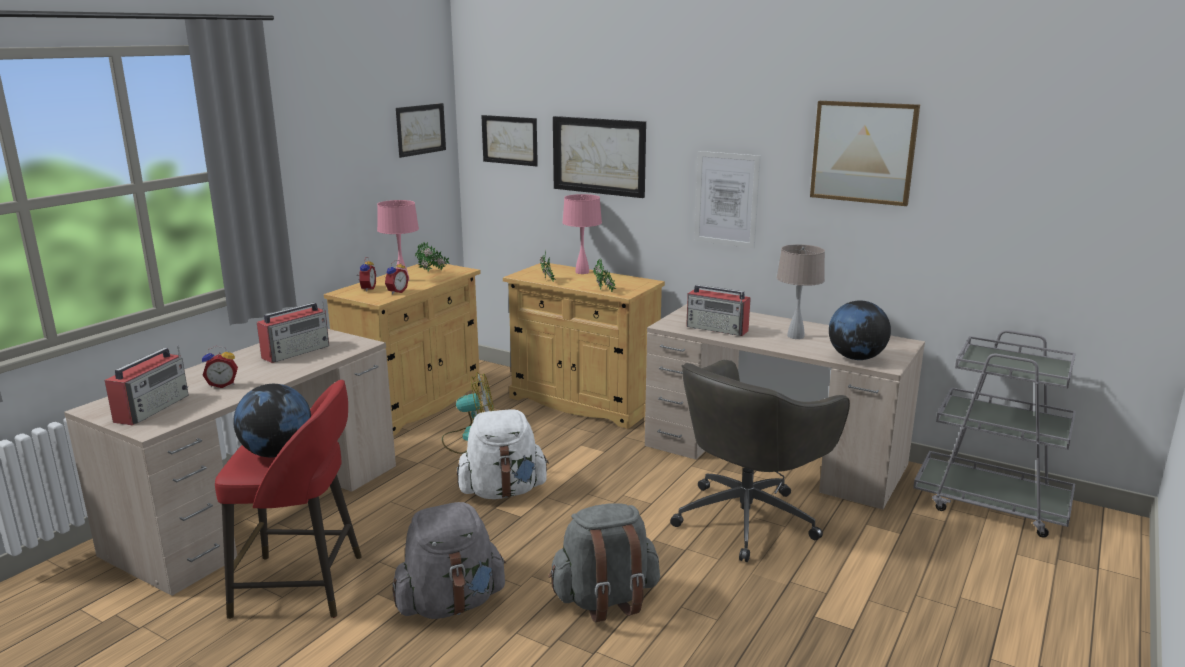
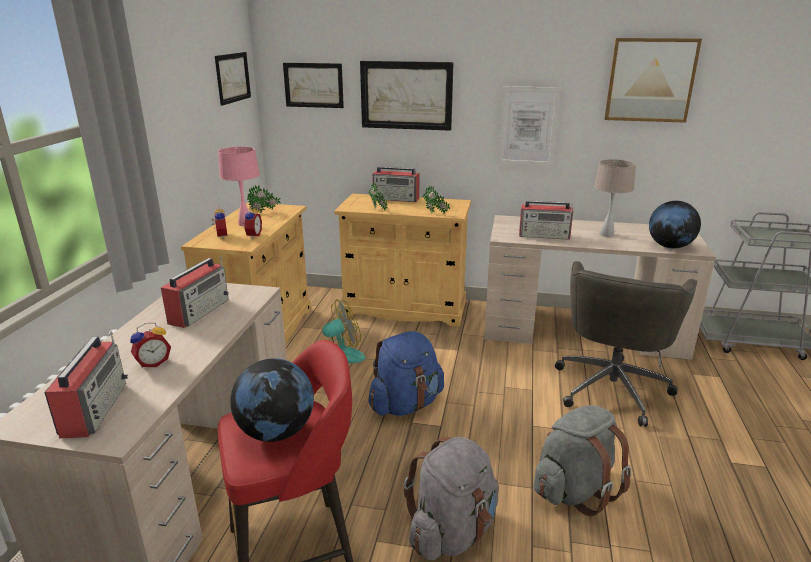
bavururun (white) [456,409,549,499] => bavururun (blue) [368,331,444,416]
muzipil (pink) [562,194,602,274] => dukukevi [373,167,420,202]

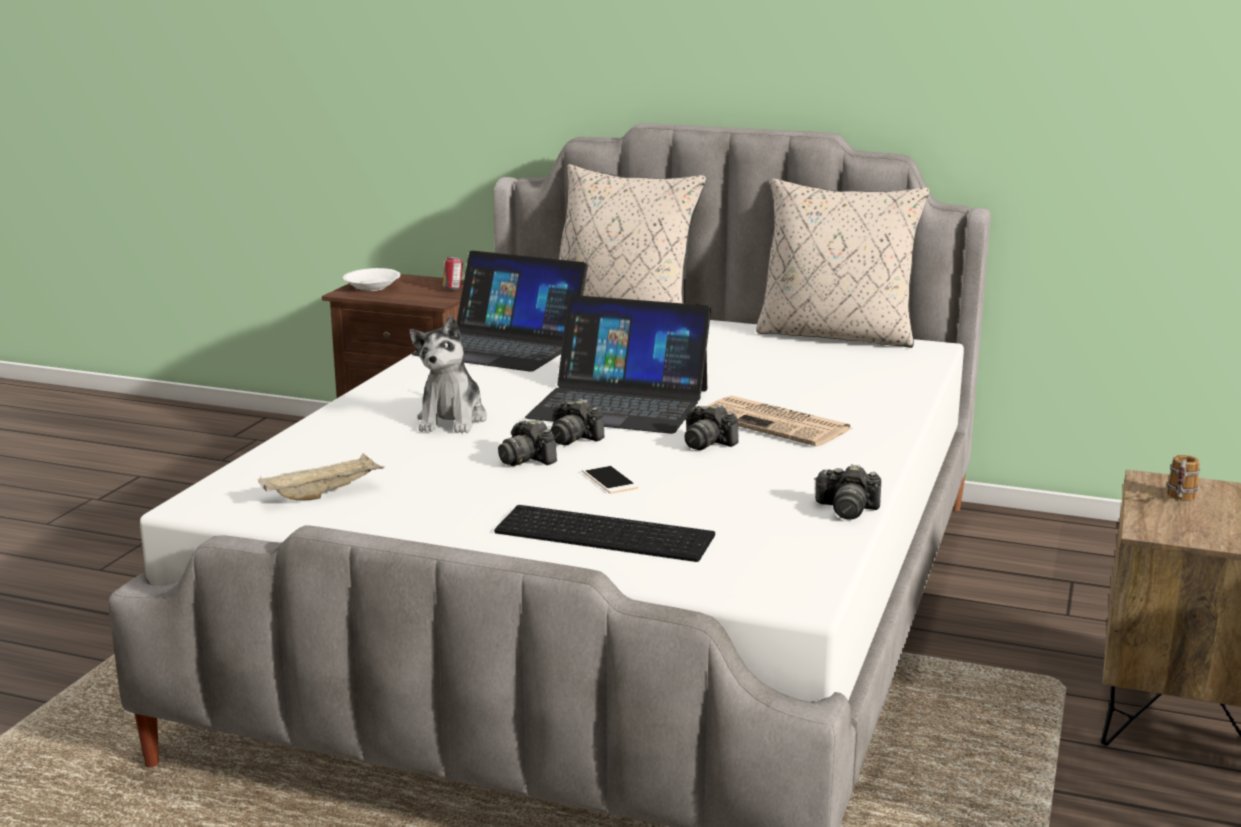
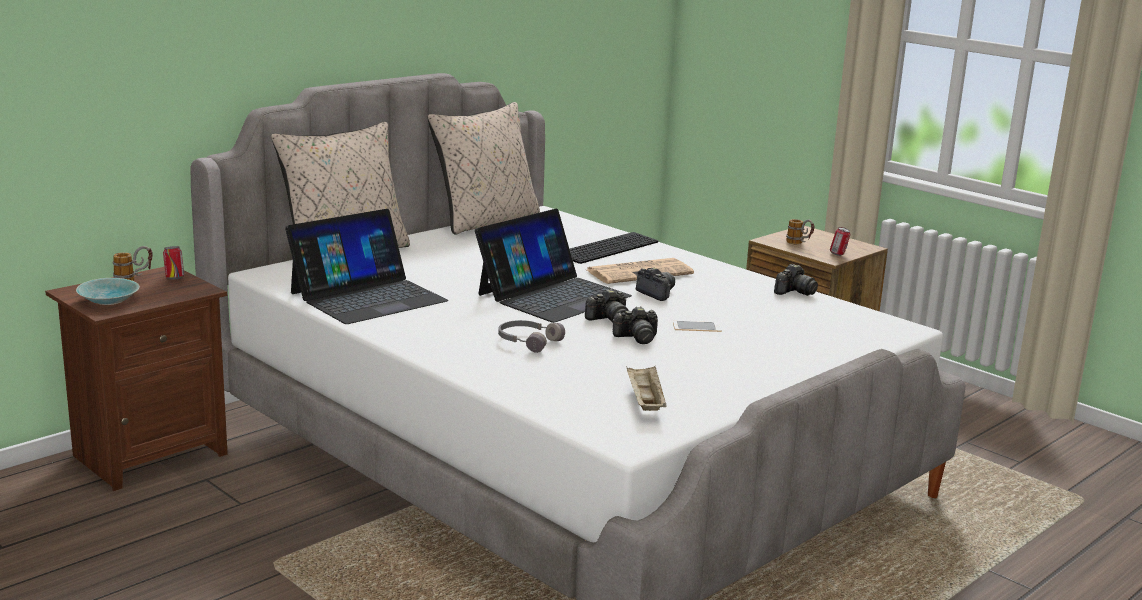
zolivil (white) [343,268,400,291] => zolivil (turquoise) [76,278,140,305]
nothing => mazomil [113,246,153,281]
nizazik [410,316,487,433] => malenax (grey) [498,320,565,353]
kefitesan [494,505,715,562] => kefitesan [570,232,658,264], move
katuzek [685,403,739,450] => katuzek [636,267,675,301], 105 degrees counterclockwise
nothing => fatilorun [830,227,851,256]

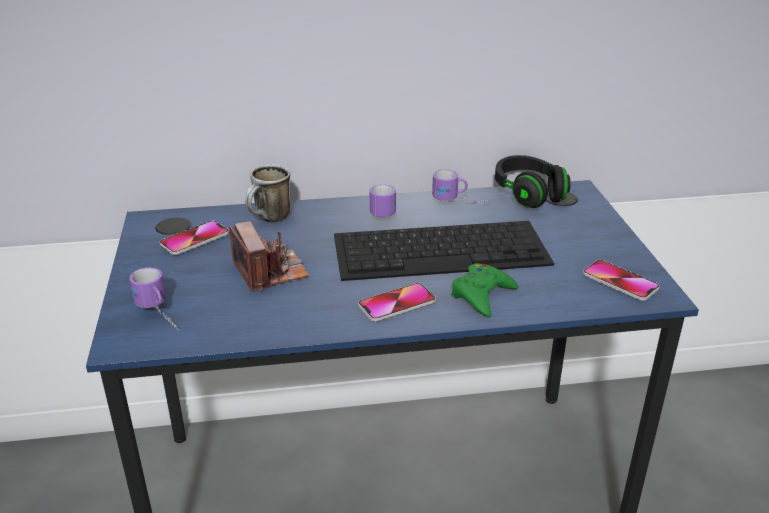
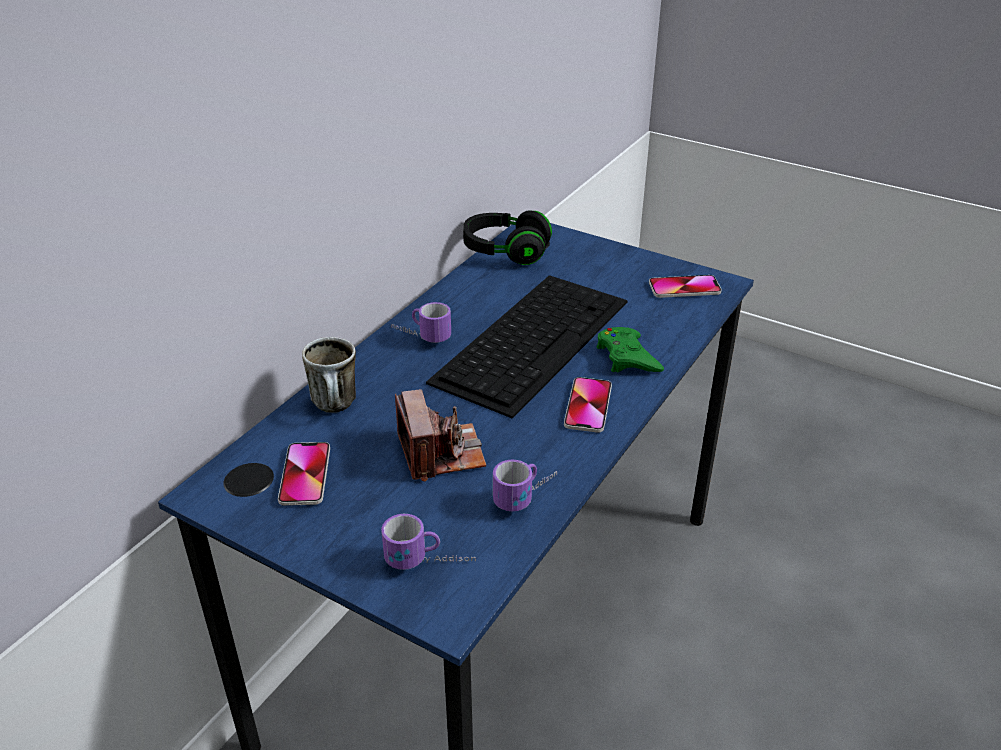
katuzek [229,221,309,291] => katuzek [395,389,486,482], 60 degrees clockwise
mazomil [432,169,488,204] => mazomil [493,460,557,511], move

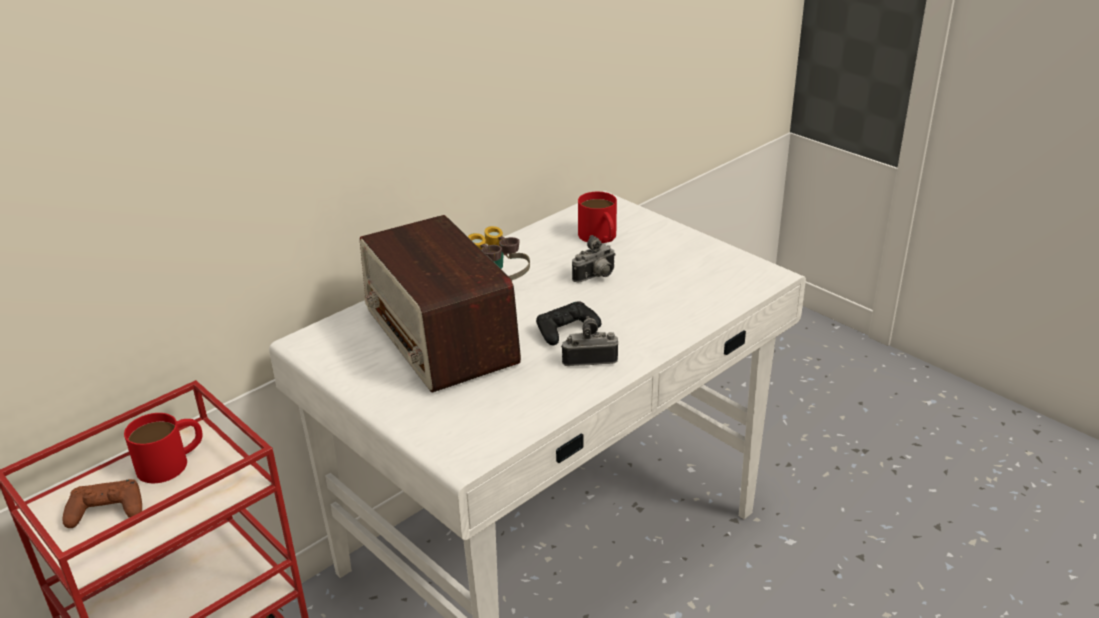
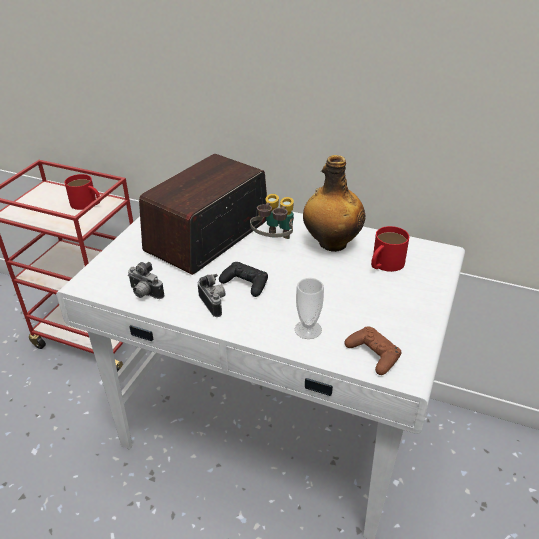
katuzek [572,235,616,282] => katuzek [128,262,164,299], move
nothing => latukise [295,278,324,339]
nothing => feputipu [303,155,365,252]
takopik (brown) [62,479,142,528] => takopik (brown) [345,326,402,375], move

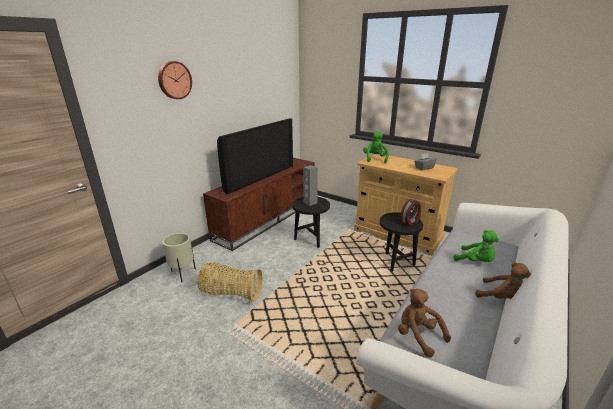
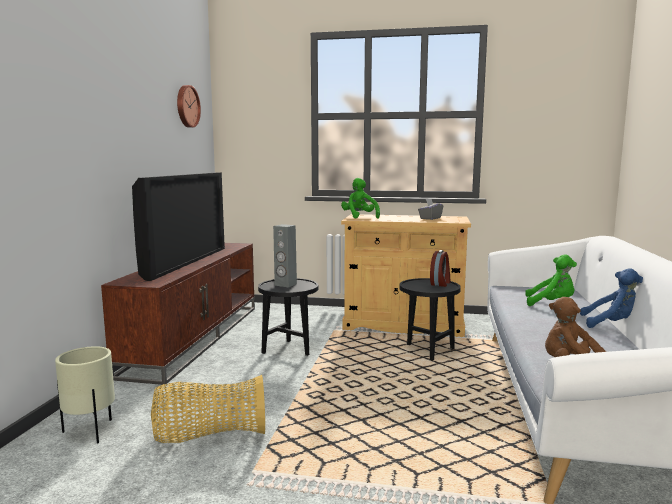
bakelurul [158,61,192,99] => bakelurul [177,85,201,128], move
nizazik (brown) [476,263,531,299] => nizazik (blue) [580,268,643,328]

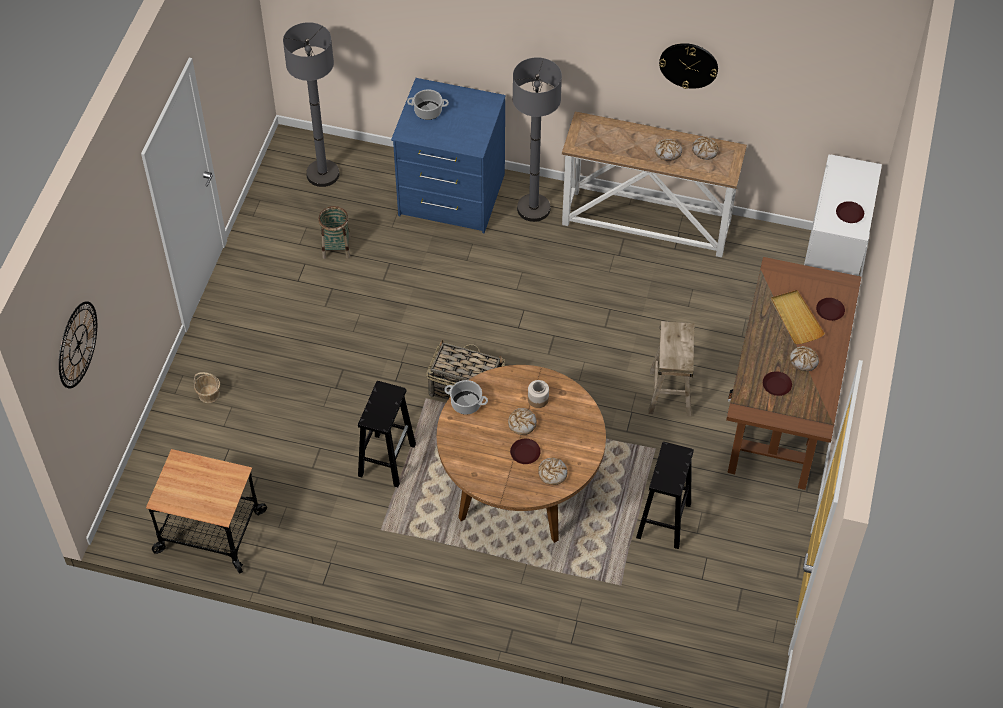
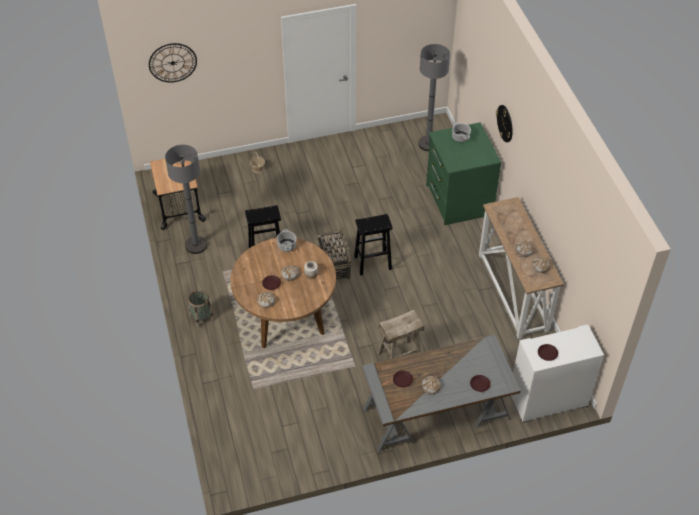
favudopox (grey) [512,57,562,222] => favudopox (grey) [165,145,207,254], move
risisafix [318,206,351,259] => risisafix [188,290,214,328], move
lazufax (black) [636,442,694,549] => lazufax (black) [354,214,393,276], move
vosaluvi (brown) [726,257,861,490] => vosaluvi (grey) [363,335,521,453]
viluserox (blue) [391,78,506,233] => viluserox (green) [426,122,501,225]
bakelurul [659,43,718,89] => bakelurul [496,105,513,142], move
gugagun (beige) [771,290,825,344] => nothing

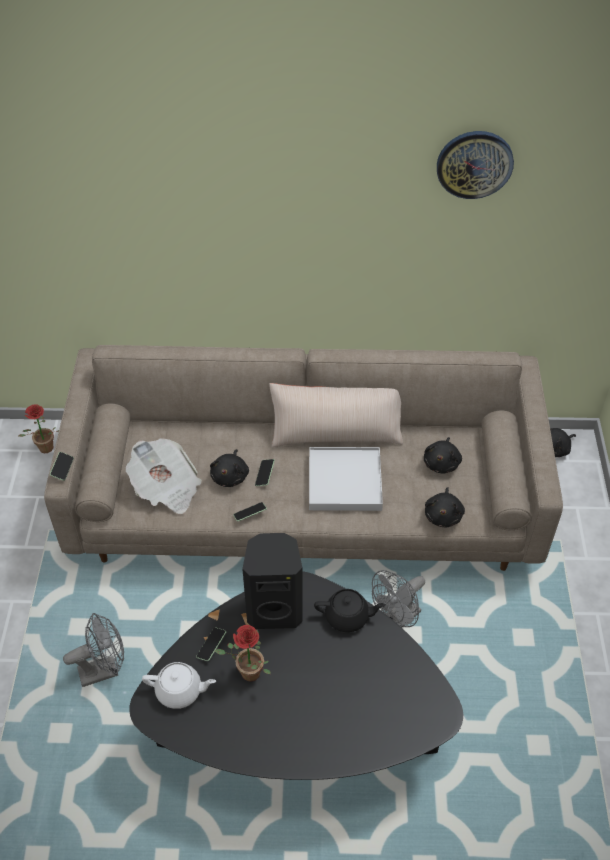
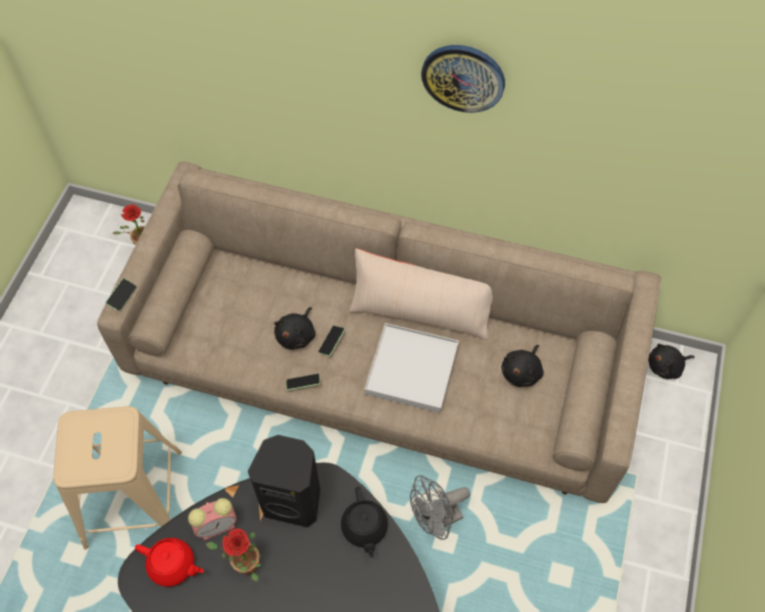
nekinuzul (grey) [63,613,124,687] => lazufax (beige) [53,406,182,550]
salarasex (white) [142,662,216,709] => salarasex (red) [135,538,204,587]
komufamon [196,627,226,661] => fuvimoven [188,498,237,540]
salarasex (black) [314,589,386,632] => salarasex (black) [341,487,388,558], 60 degrees clockwise
bakelurul [437,131,514,199] => bakelurul [421,45,505,113], move
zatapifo [126,438,202,514] => nothing
nizazik (black) [425,487,465,527] => nothing

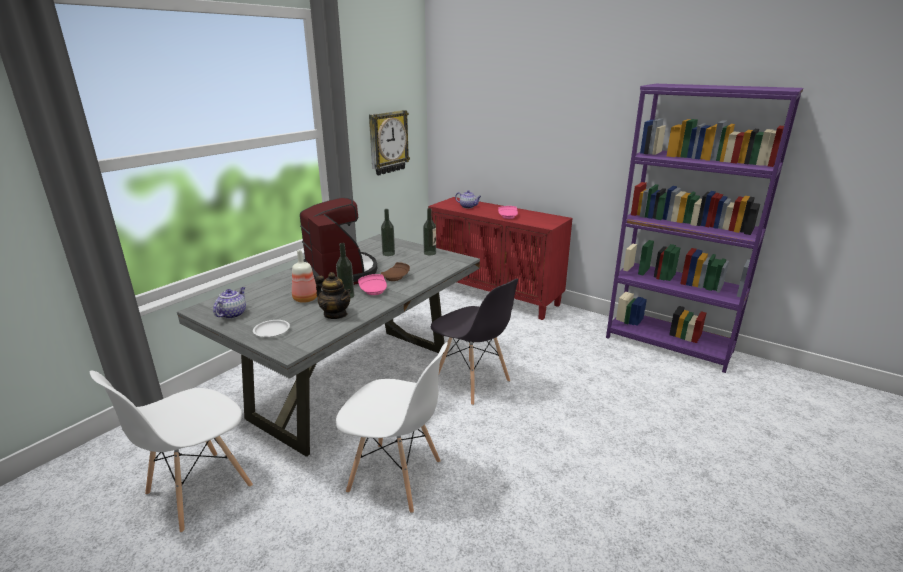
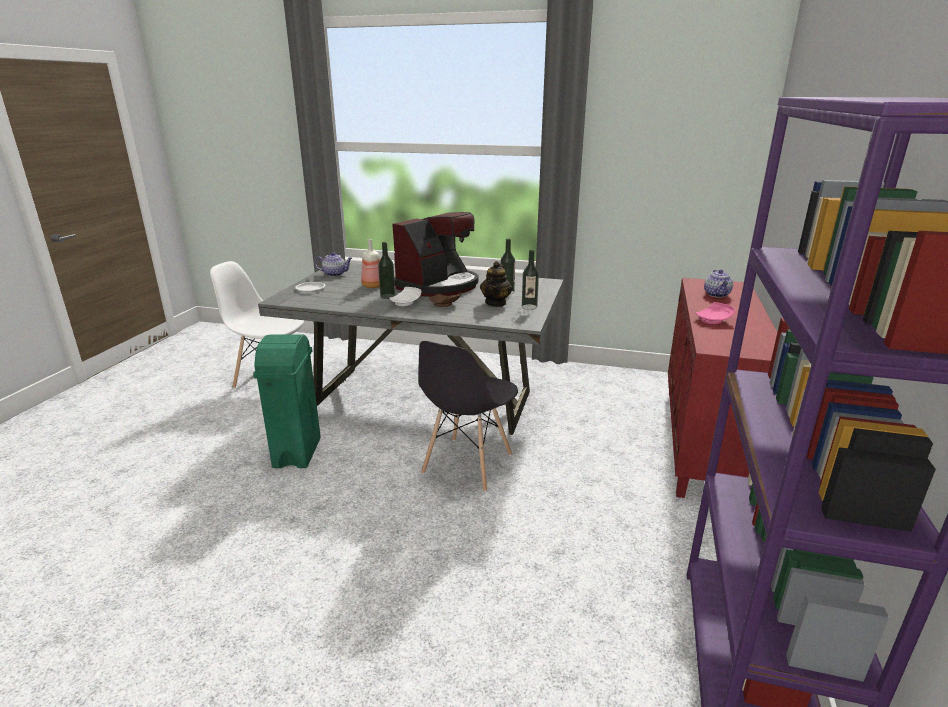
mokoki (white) [336,342,448,513] => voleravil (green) [253,335,321,468]
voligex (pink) [358,274,387,295] => voligex (white) [390,287,421,306]
salarasex [315,272,351,319] => salarasex [480,261,512,307], move
bakelurul [369,110,410,175] => nothing

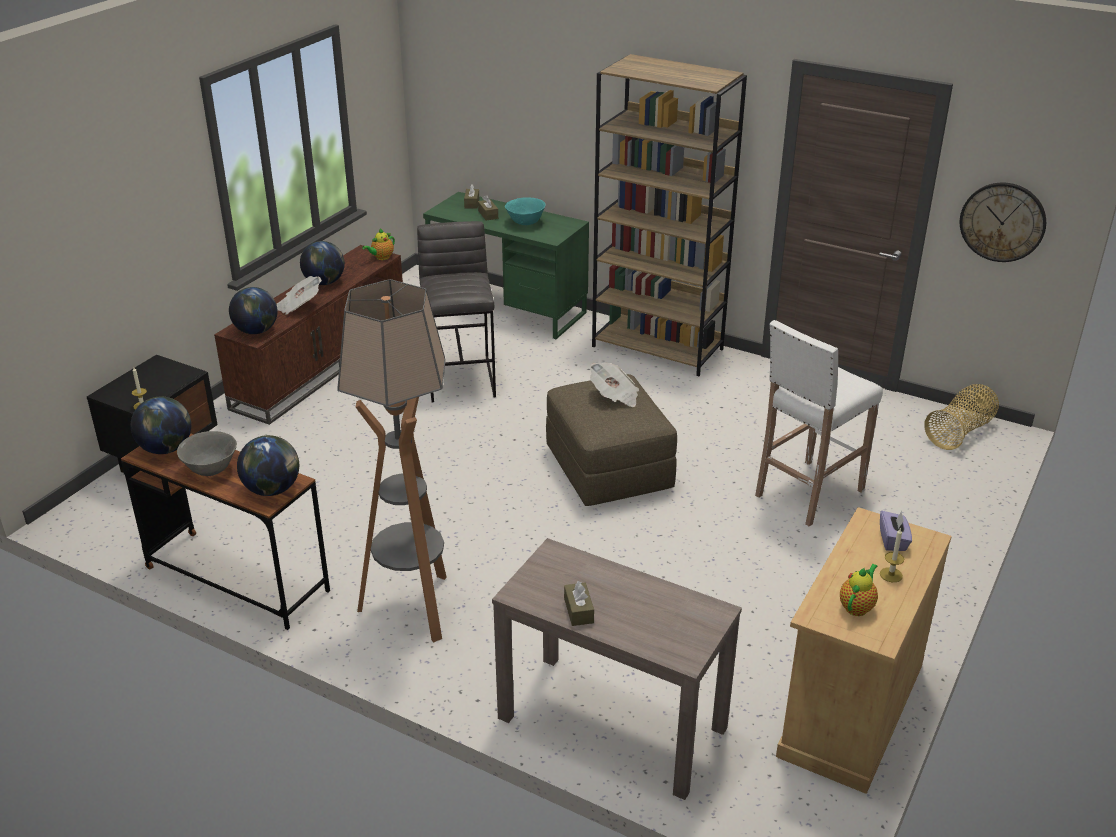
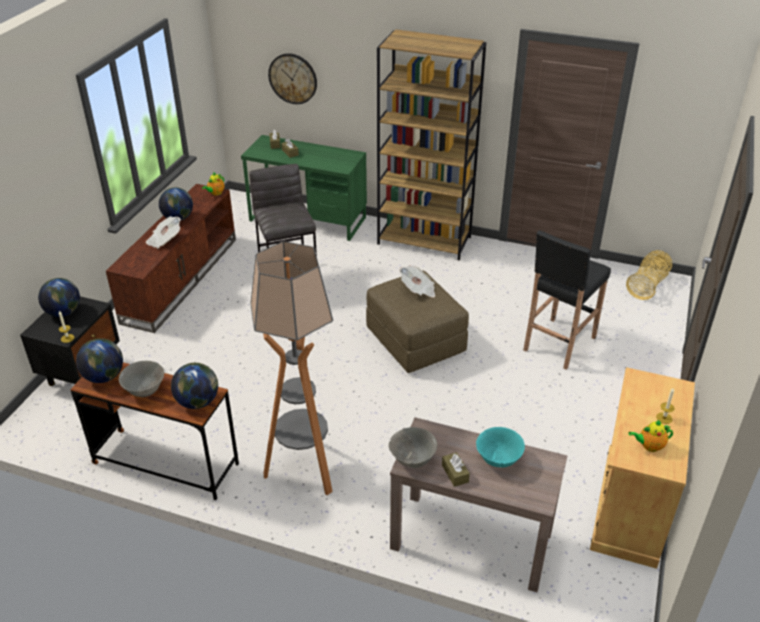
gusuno [229,287,278,334] => gusuno [38,278,80,317], move
bakelurul [960,183,1046,262] => bakelurul [268,53,317,104], move
nothing => zolivil (grey) [389,427,437,468]
zolivil (turquoise) [505,197,546,225] => zolivil (turquoise) [476,427,525,467], move
lazufax (white) [755,320,883,527] => lazufax (black) [523,230,611,370]
salarasex [840,564,878,616] => salarasex [628,420,673,452], 120 degrees counterclockwise
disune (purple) [880,511,912,551] => nothing

